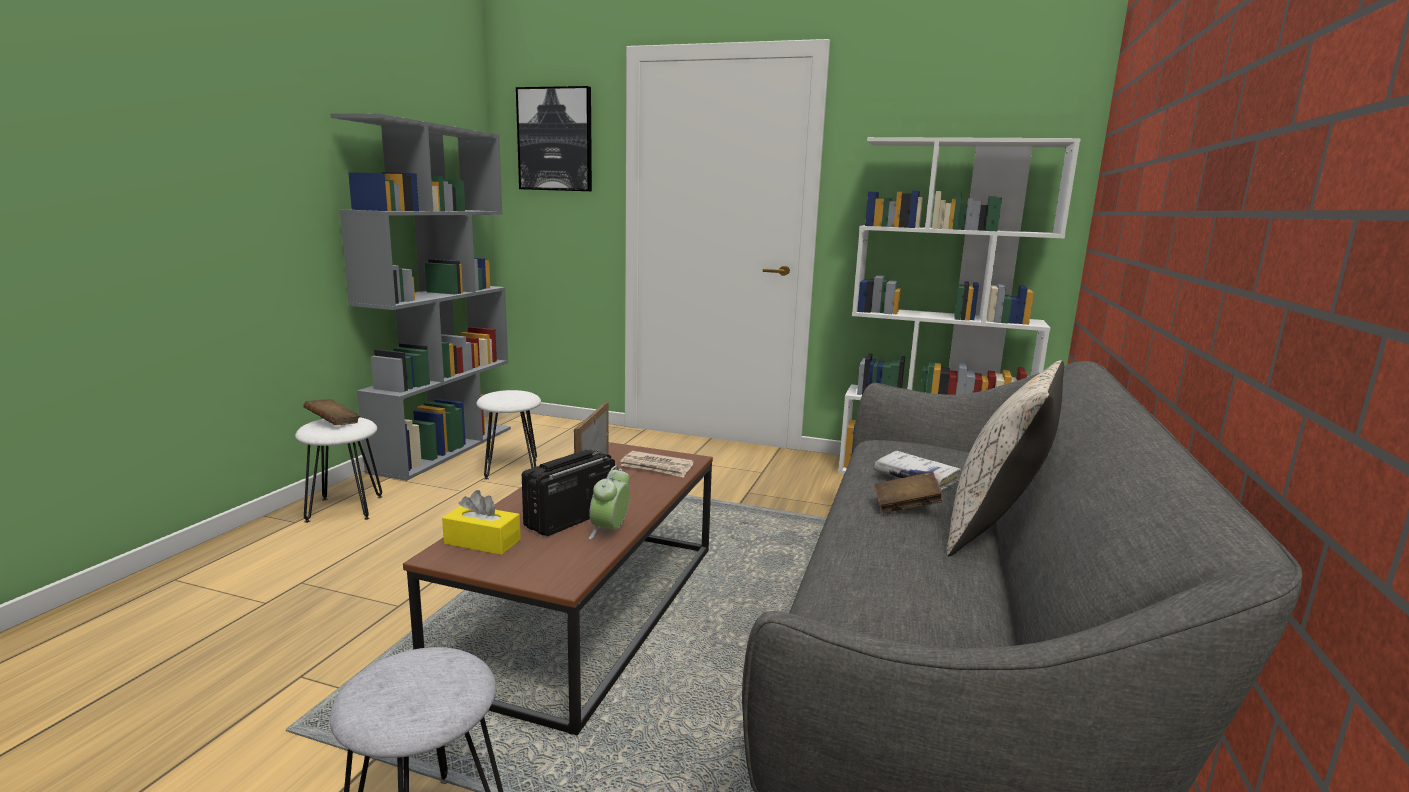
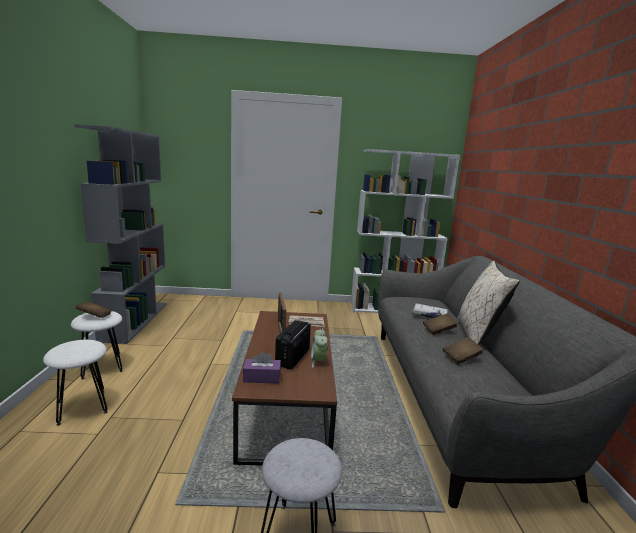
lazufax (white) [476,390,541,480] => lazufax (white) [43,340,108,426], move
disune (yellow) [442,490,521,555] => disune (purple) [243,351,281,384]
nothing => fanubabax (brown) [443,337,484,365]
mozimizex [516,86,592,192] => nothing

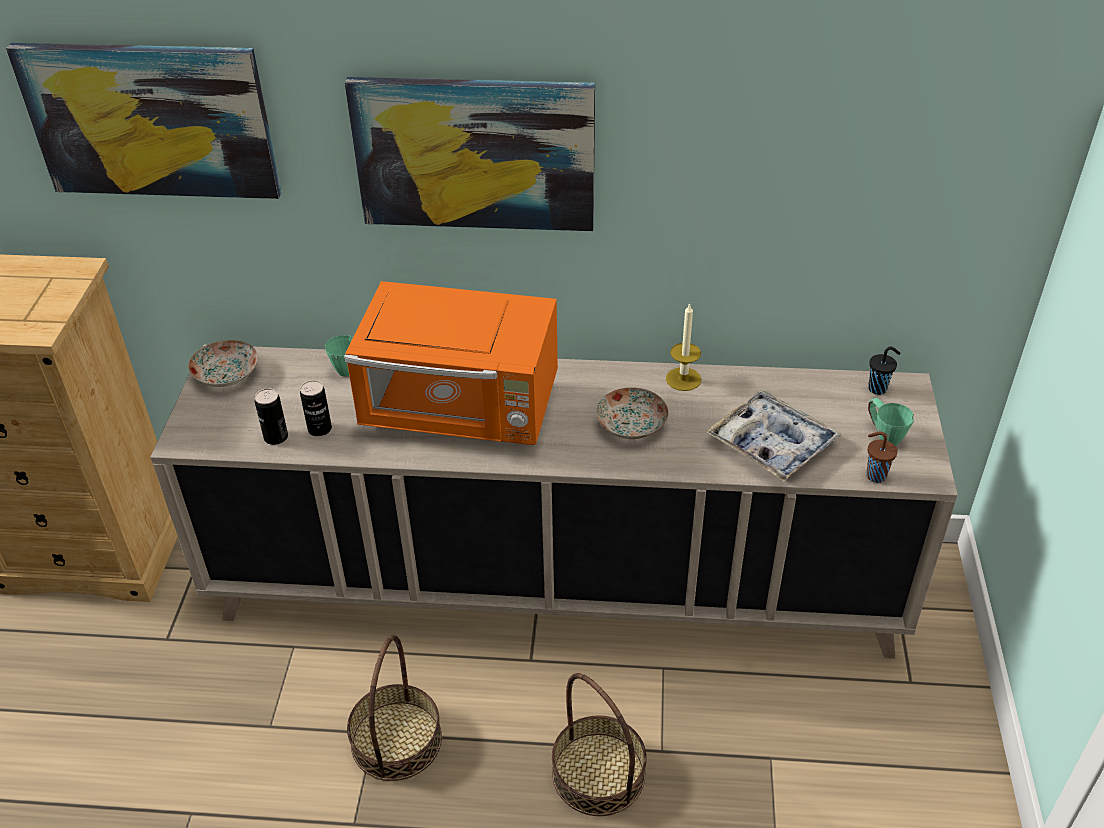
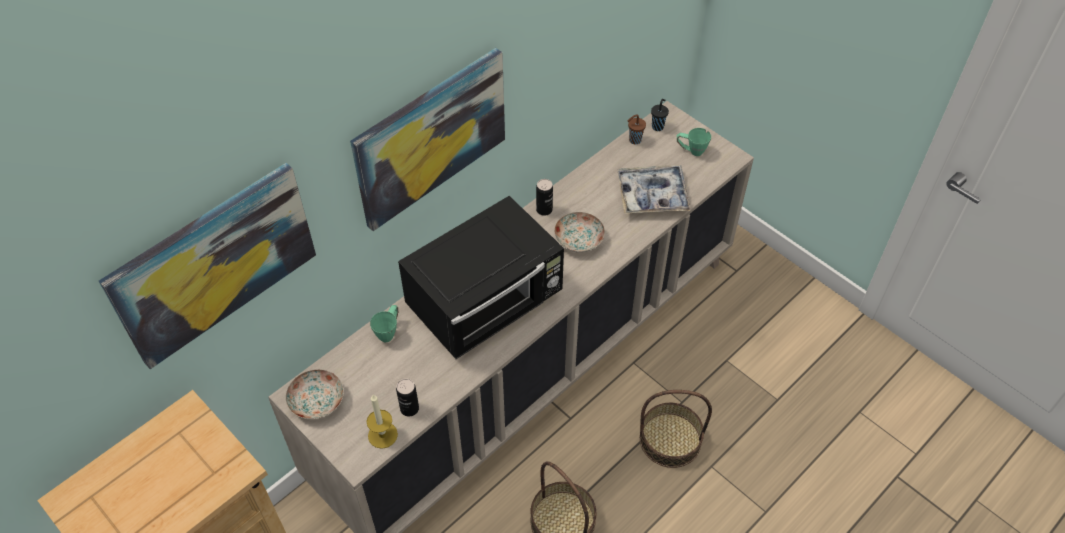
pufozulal [666,303,701,391] => pufozulal [366,395,398,449], move
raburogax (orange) [344,281,558,445] => raburogax (black) [398,196,564,359]
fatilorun [300,380,332,436] => fatilorun [536,179,553,216], move
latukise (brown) [866,432,898,483] => latukise (brown) [627,115,646,145], move

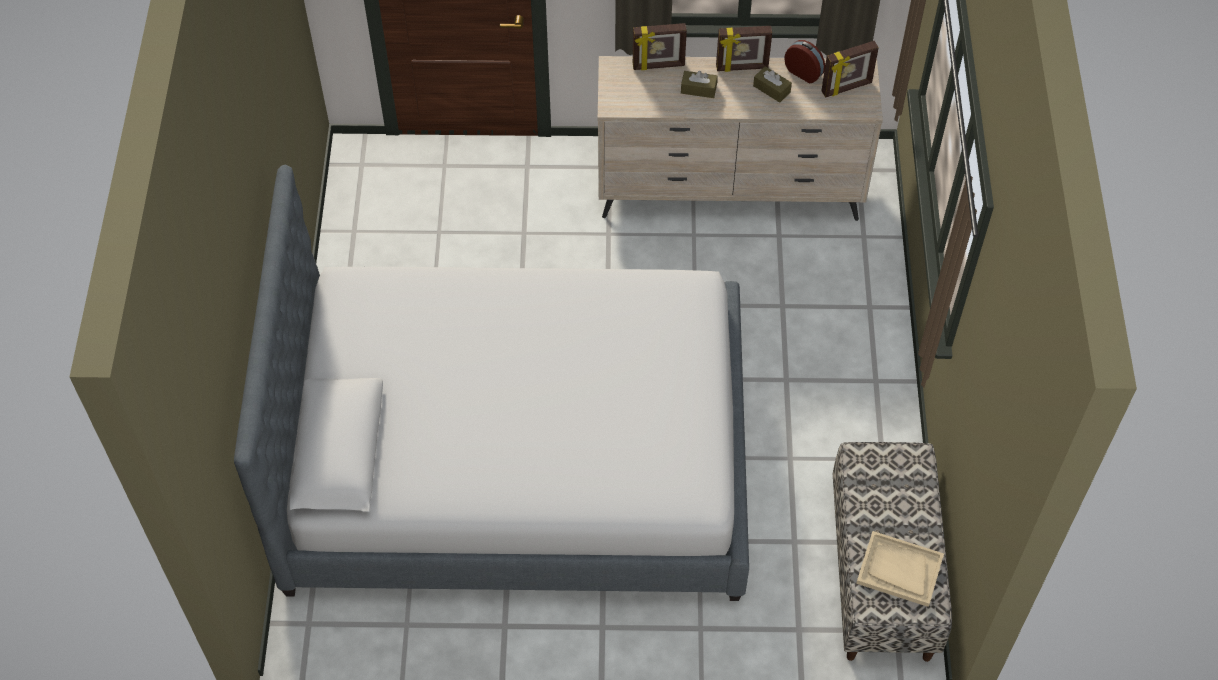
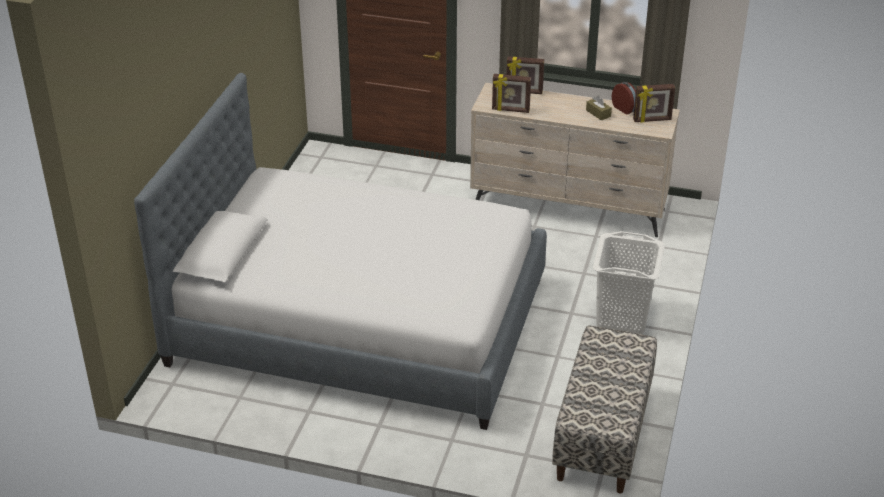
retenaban [716,26,772,72] => retenaban [492,74,531,113], move
nothing => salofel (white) [593,231,665,334]
disune (brown) [681,71,718,98] => nothing
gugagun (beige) [856,531,944,607] => nothing

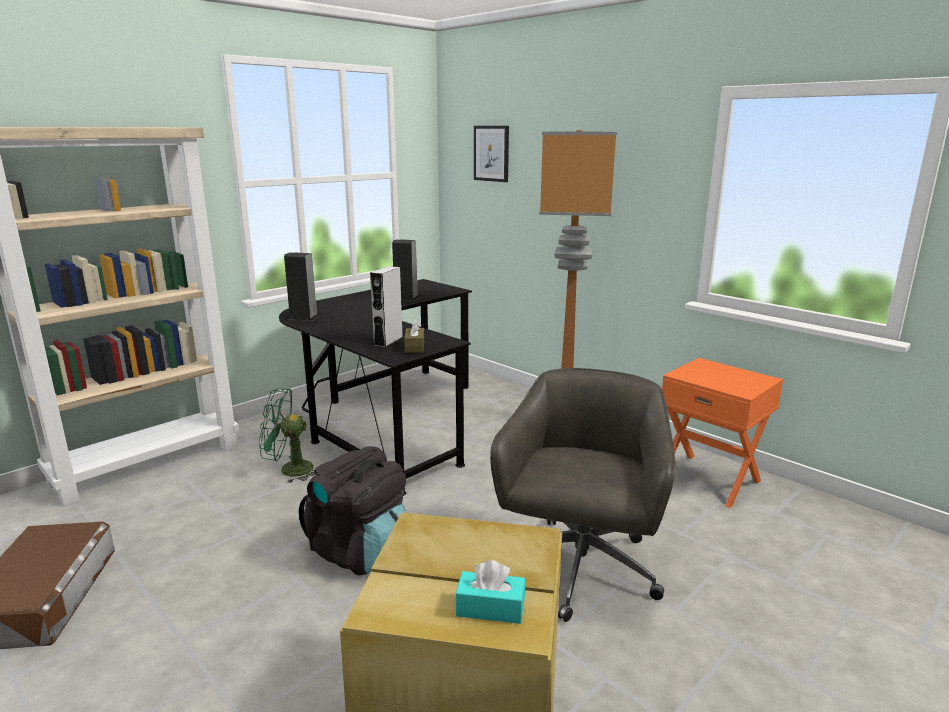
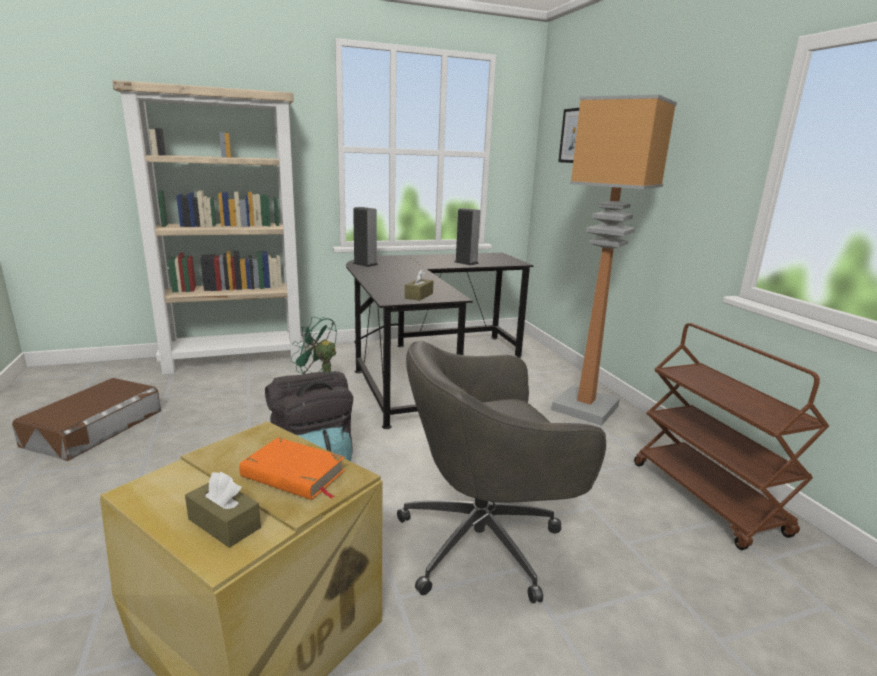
disune (turquoise) [456,560,525,624] => disune (brown) [185,472,261,548]
nothing => fanubabax (orange) [239,437,345,500]
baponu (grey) [490,368,675,622] => baponu (grey) [397,341,606,603], 150 degrees counterclockwise
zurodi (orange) [662,358,783,508] => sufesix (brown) [634,323,829,550]
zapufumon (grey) [370,266,403,347] => nothing

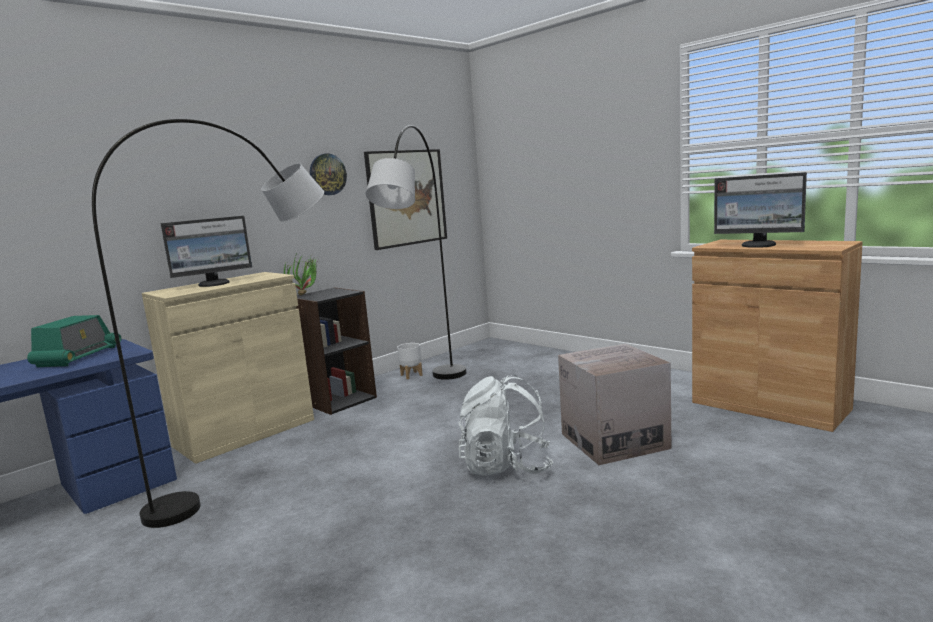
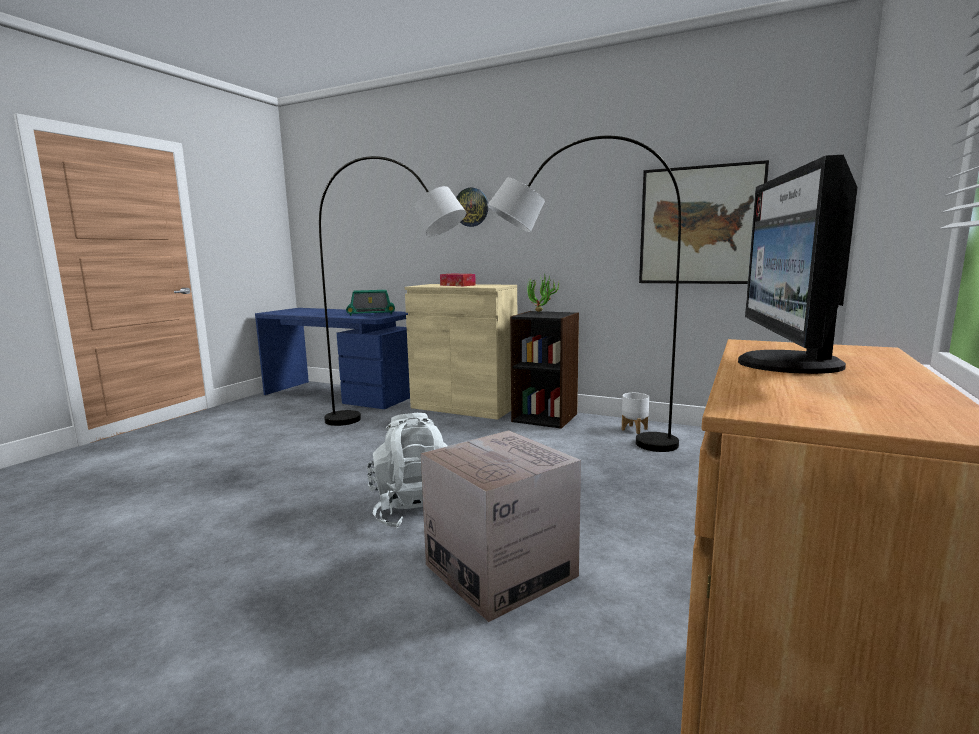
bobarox [160,216,252,287] => disune [440,274,476,286]
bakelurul [310,153,347,195] => bakelurul [456,187,488,227], move

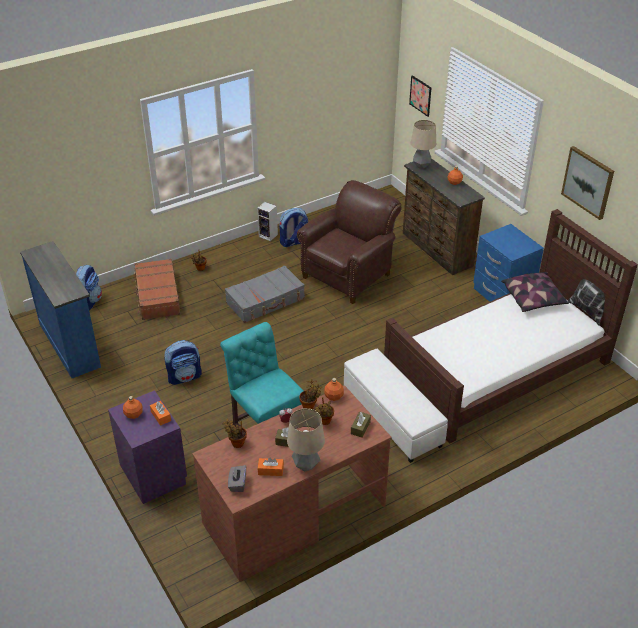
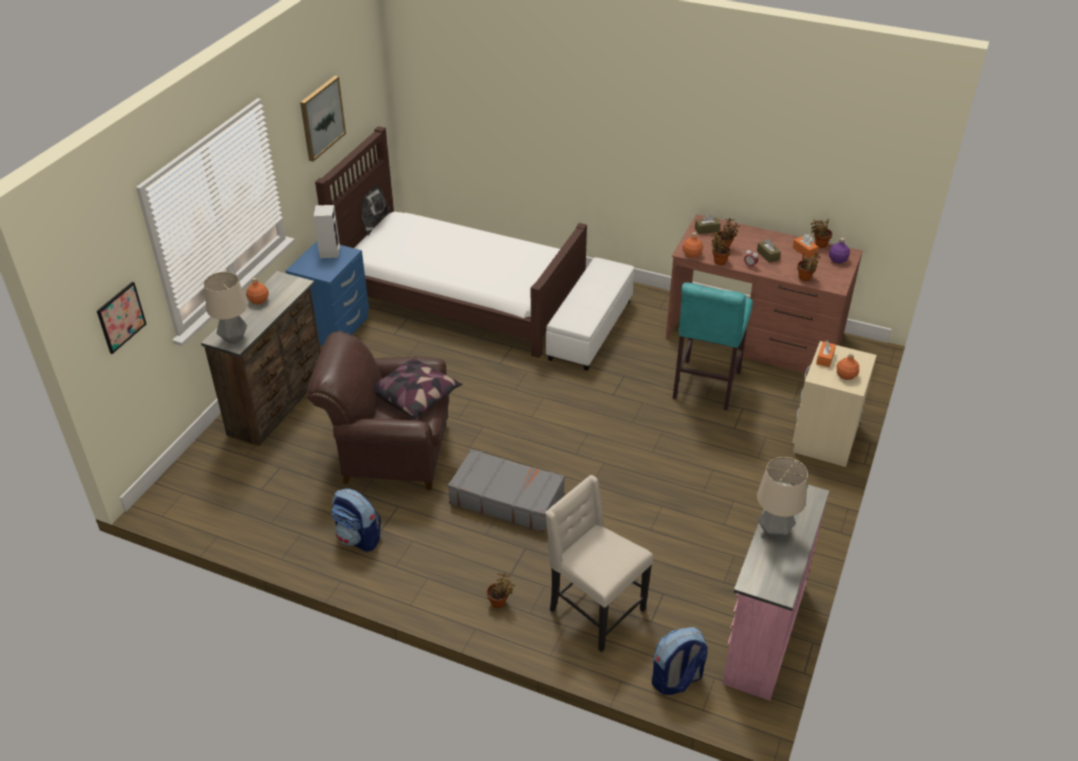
zapufumon [257,202,278,241] => zapufumon [313,205,340,258], move
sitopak [501,272,569,312] => sitopak [374,356,463,419], move
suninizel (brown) [134,259,180,320] => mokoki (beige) [545,475,653,652]
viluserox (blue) [20,241,101,378] => viluserox (pink) [722,482,829,701]
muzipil [287,408,325,471] => muzipil [757,457,808,539], move
zurodi (purple) [108,390,187,504] => zurodi (beige) [792,341,877,467]
nothing => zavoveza [811,219,833,248]
disune (grey) [228,465,246,492] => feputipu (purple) [829,238,850,263]
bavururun [164,340,201,385] => nothing

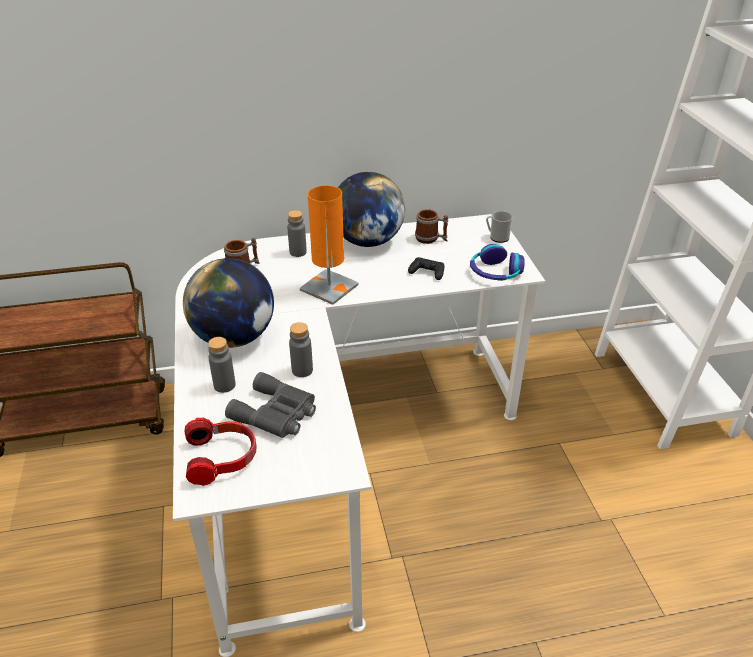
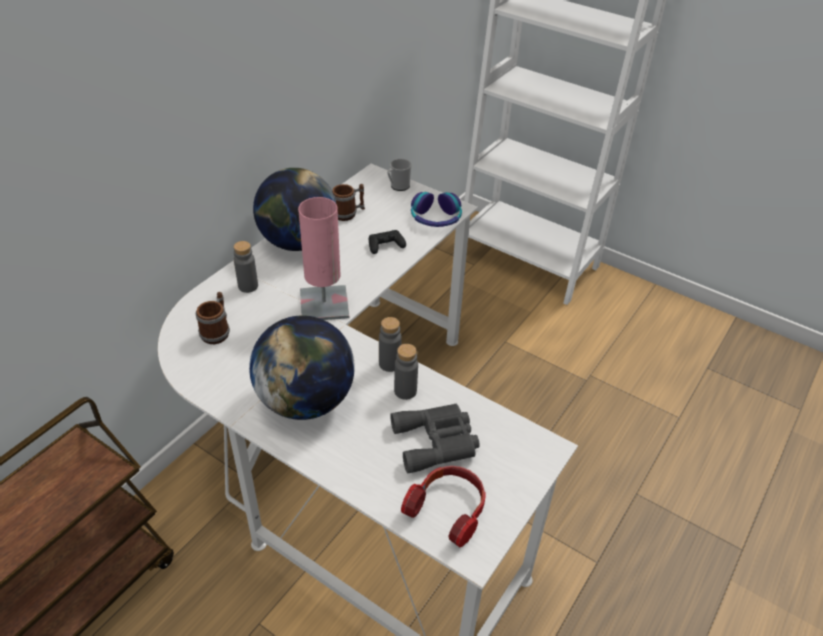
muzipil (orange) [300,185,359,305] => muzipil (pink) [298,197,350,320]
feputipu (grey) [208,337,236,393] => feputipu (grey) [379,317,402,372], move

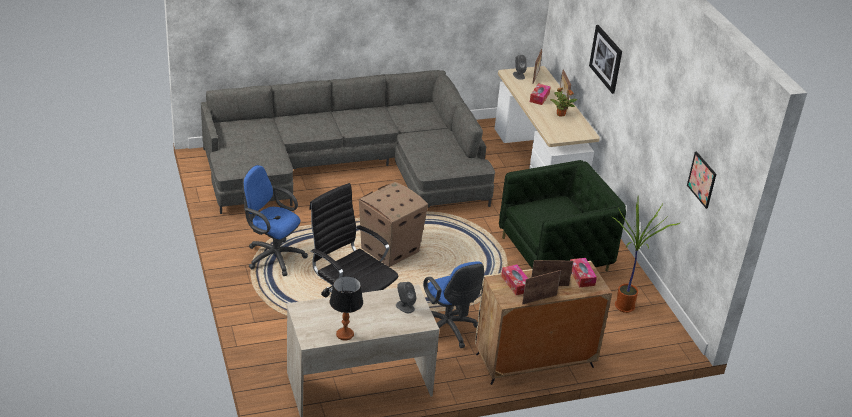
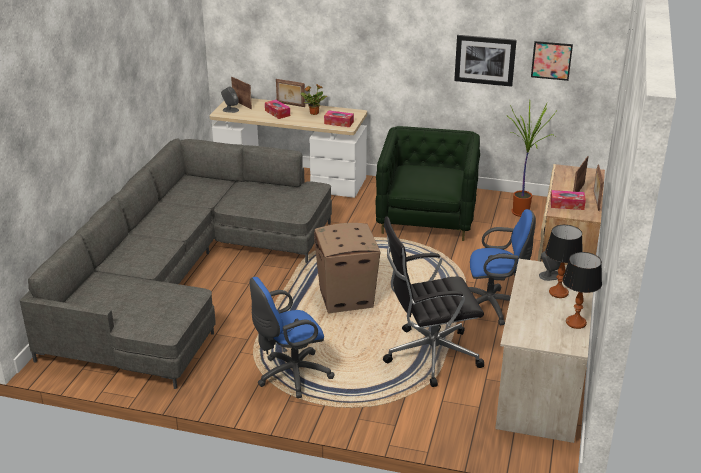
disune [570,258,597,287] => disune [324,111,354,127], move
mozimizex [589,25,622,94] => mozimizex [454,35,517,87], move
nothing => muzipil [545,225,583,298]

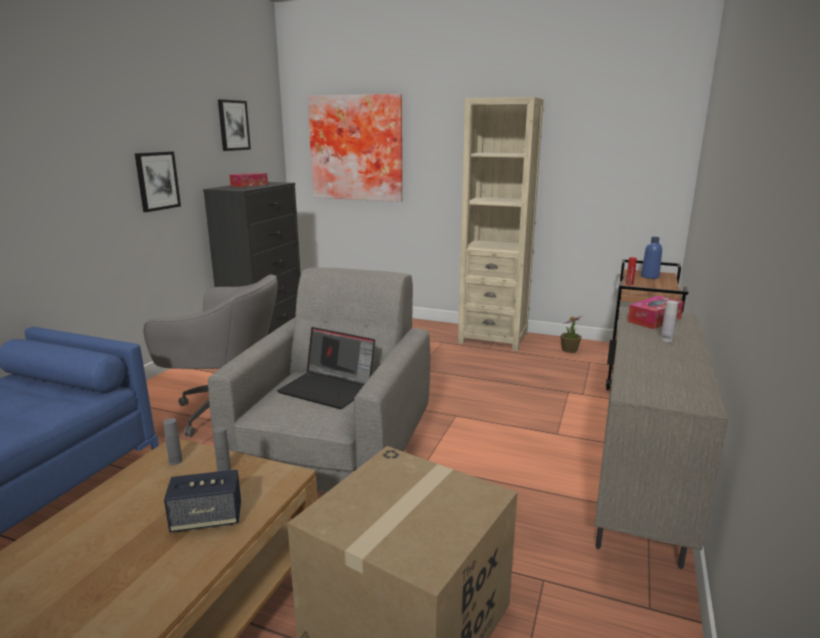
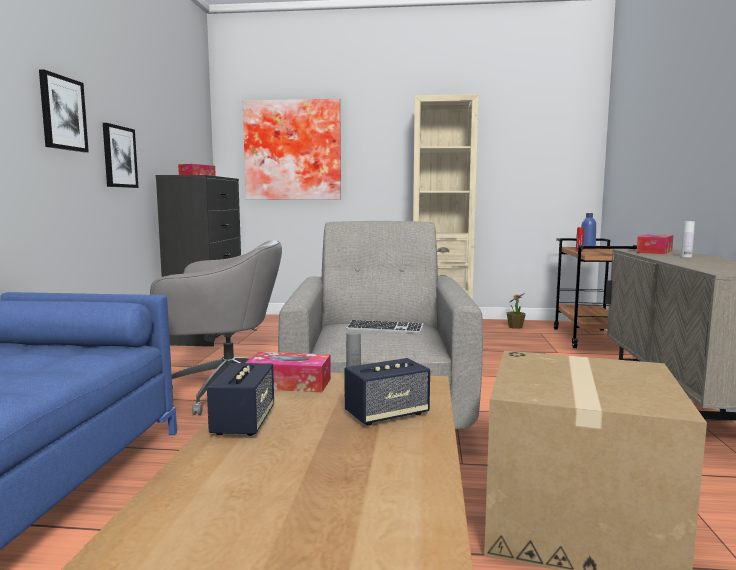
mozimizex [218,99,251,151] => mozimizex [39,69,89,152], move
nothing => zapufumon [207,363,274,436]
feputipu (grey) [163,418,182,465] => disune [245,352,331,392]
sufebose [277,327,375,409] => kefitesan [347,320,423,333]

